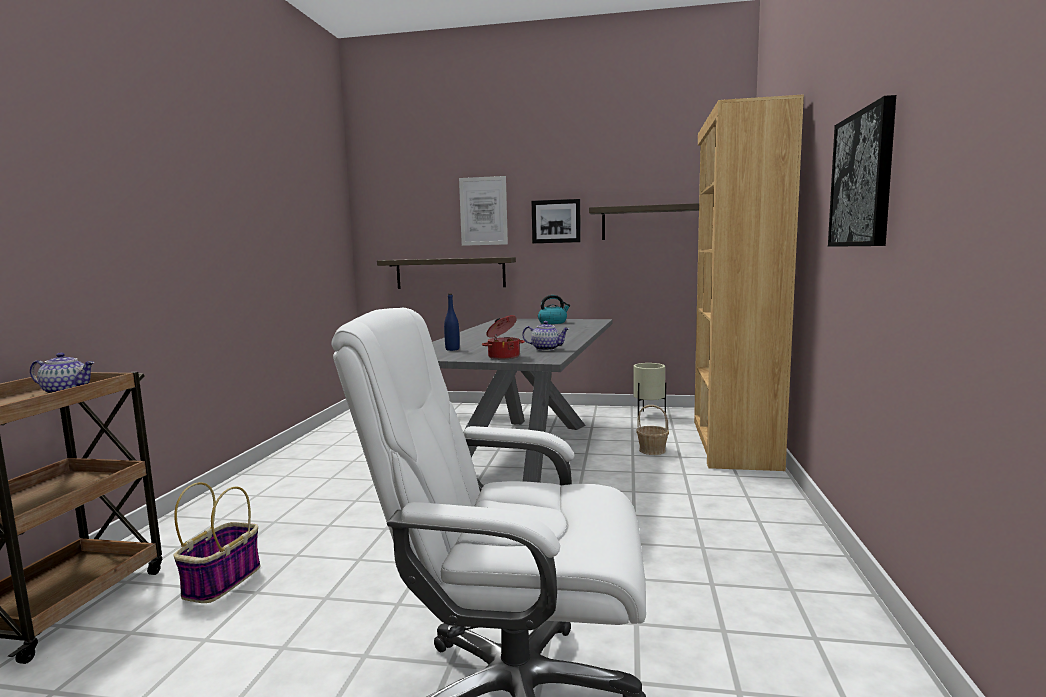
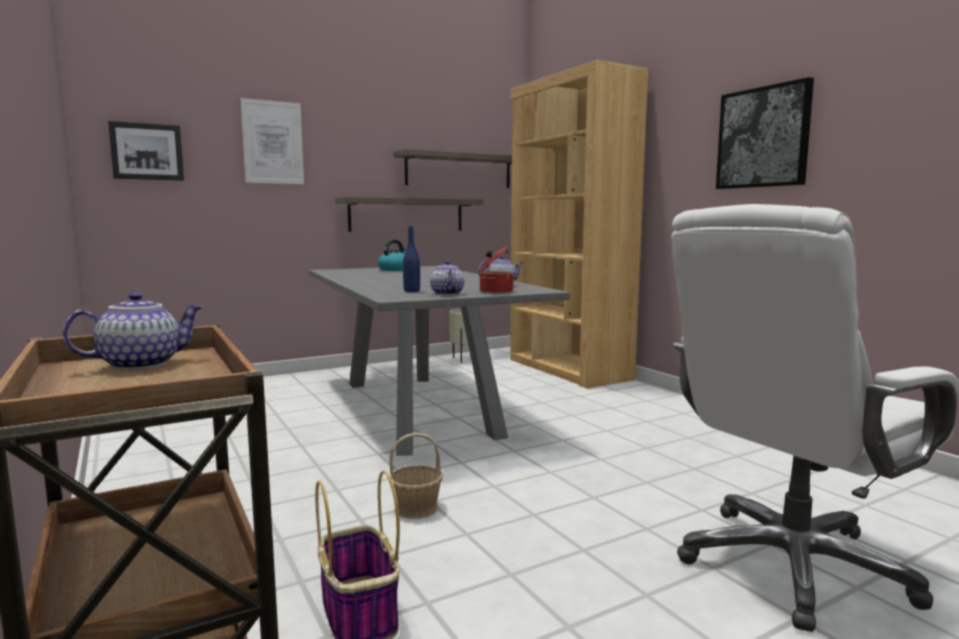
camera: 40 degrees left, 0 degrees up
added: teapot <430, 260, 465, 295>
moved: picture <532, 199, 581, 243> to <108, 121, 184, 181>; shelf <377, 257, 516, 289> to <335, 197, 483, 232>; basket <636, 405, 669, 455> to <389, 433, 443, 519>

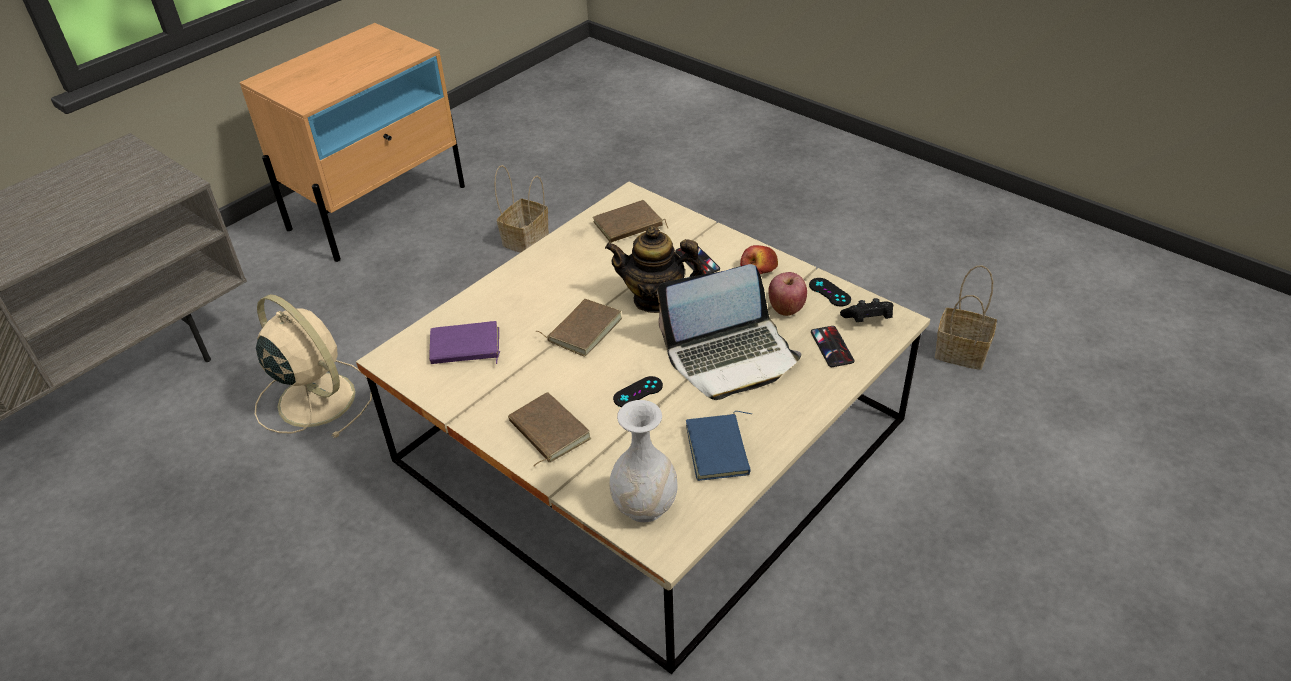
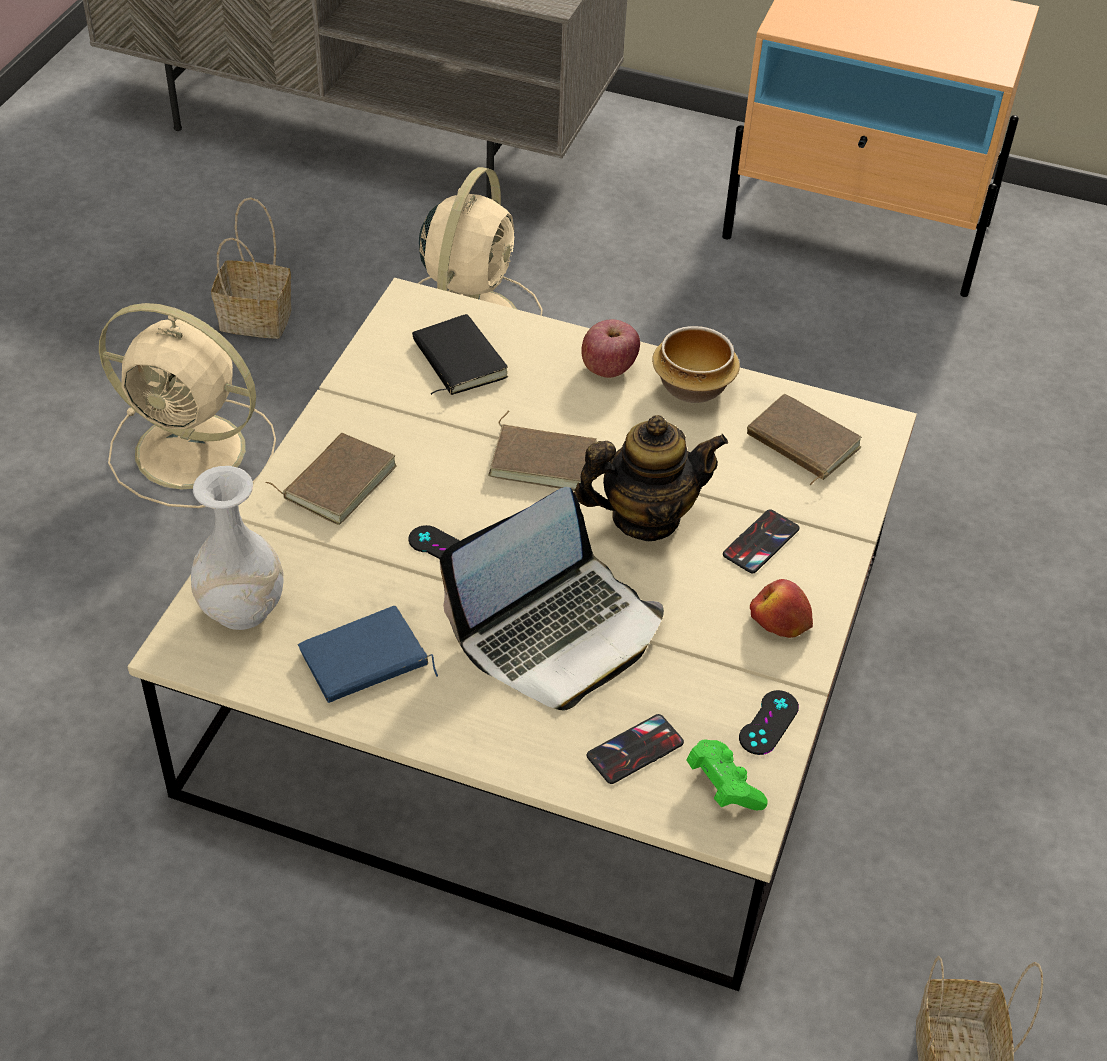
camera: 65 degrees right, 5 degrees up
added: beige fan <99, 303, 276, 508>; bowl <652, 326, 740, 403>
moved: basket <494, 165, 549, 253> to <211, 197, 292, 339>; apple <768, 272, 807, 316> to <581, 319, 640, 378>
recoloured: black game controller <840, 298, 894, 322> to green game controller <687, 739, 768, 810>; purple book <429, 321, 500, 364> to black book <412, 314, 508, 395>
turned: teapot <605, 226, 705, 313> = <574, 415, 728, 541> 90 degrees clockwise; laptop <657, 264, 801, 400> = <440, 487, 664, 711> 90 degrees counterclockwise

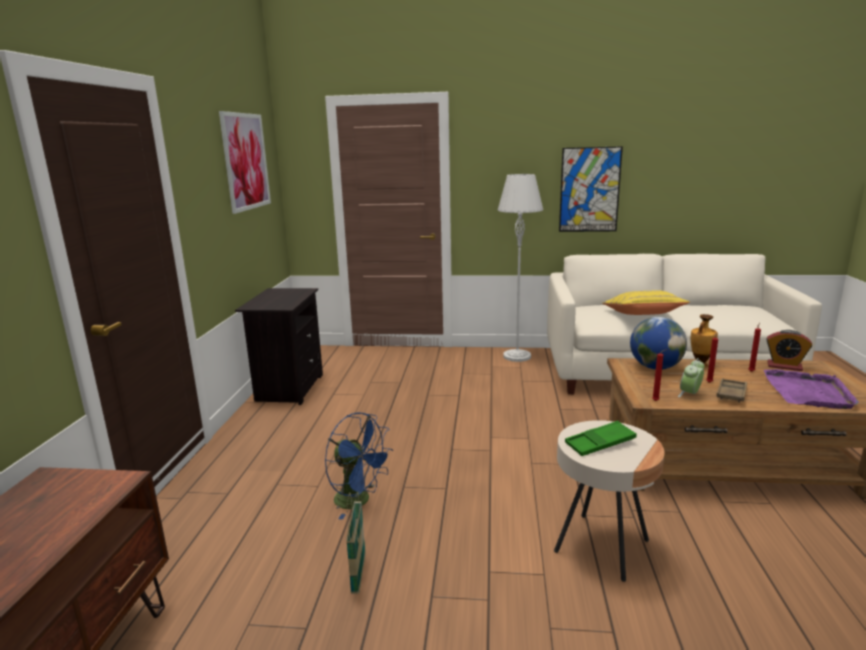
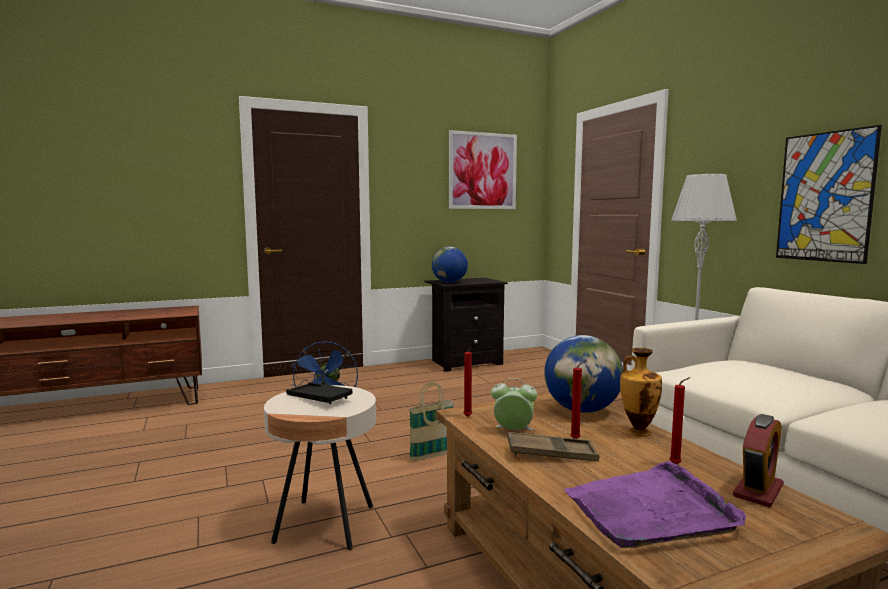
camera: 60 degrees right, 10 degrees down
removed: yellow pillow <602, 291, 690, 315>
added: globe <432, 247, 468, 283>
moved: basket <346, 492, 365, 594> to <409, 382, 454, 461>
recoloured: green tray <565, 421, 637, 456> to black tray <286, 382, 353, 404>
turned: alarm clock <766, 330, 812, 371> = <733, 414, 784, 507> 135 degrees counterclockwise

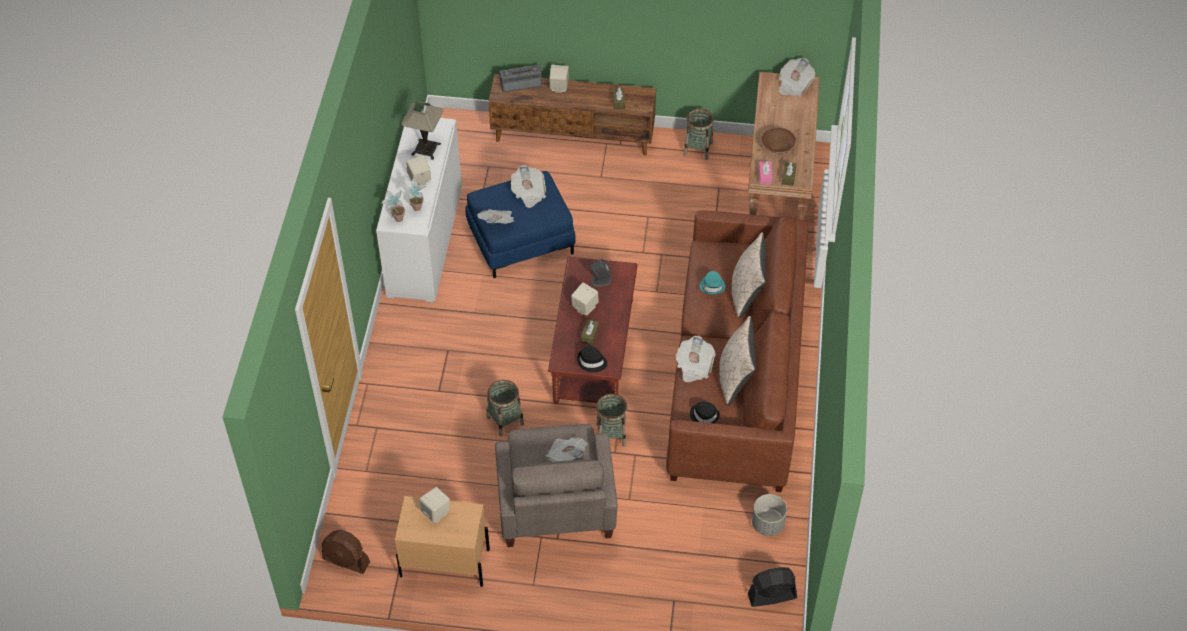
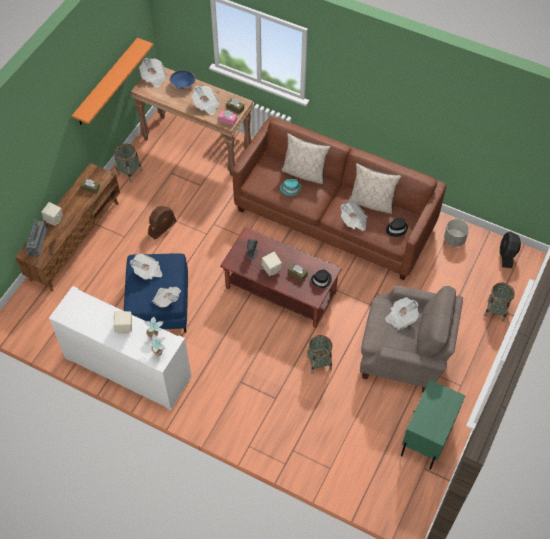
camera: 70 degrees left, 5 degrees up
removed: table lamp <401, 101, 444, 160>; beige speaker <420, 487, 450, 523>
added: orange shelf <72, 38, 153, 125>; blue bowl <170, 70, 196, 89>
moved: basket <596, 394, 627, 446> to <484, 283, 515, 322>; brown fan <322, 530, 370, 574> to <148, 206, 177, 240>
replaced: brown bowl <761, 127, 797, 154> to newspaper <191, 86, 220, 115>
recoloured: beige nightstand <395, 496, 490, 587> to green nightstand <401, 380, 466, 470>

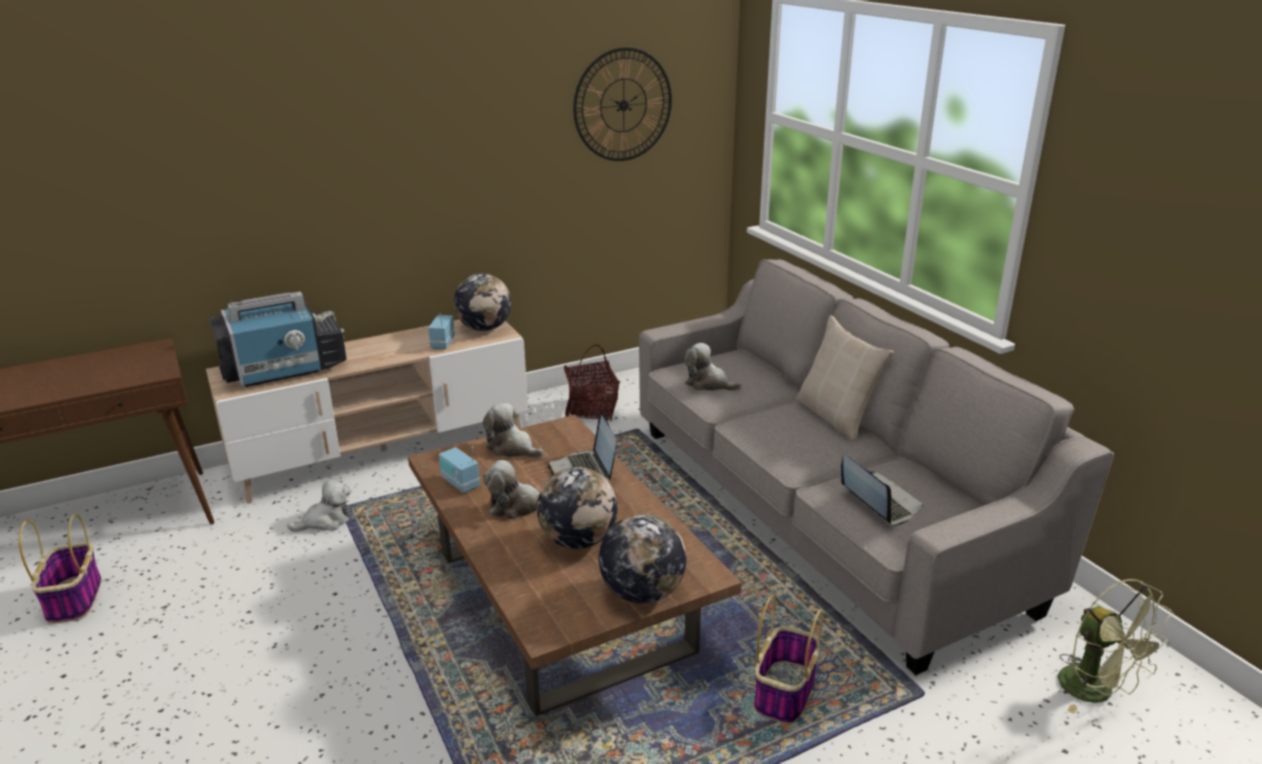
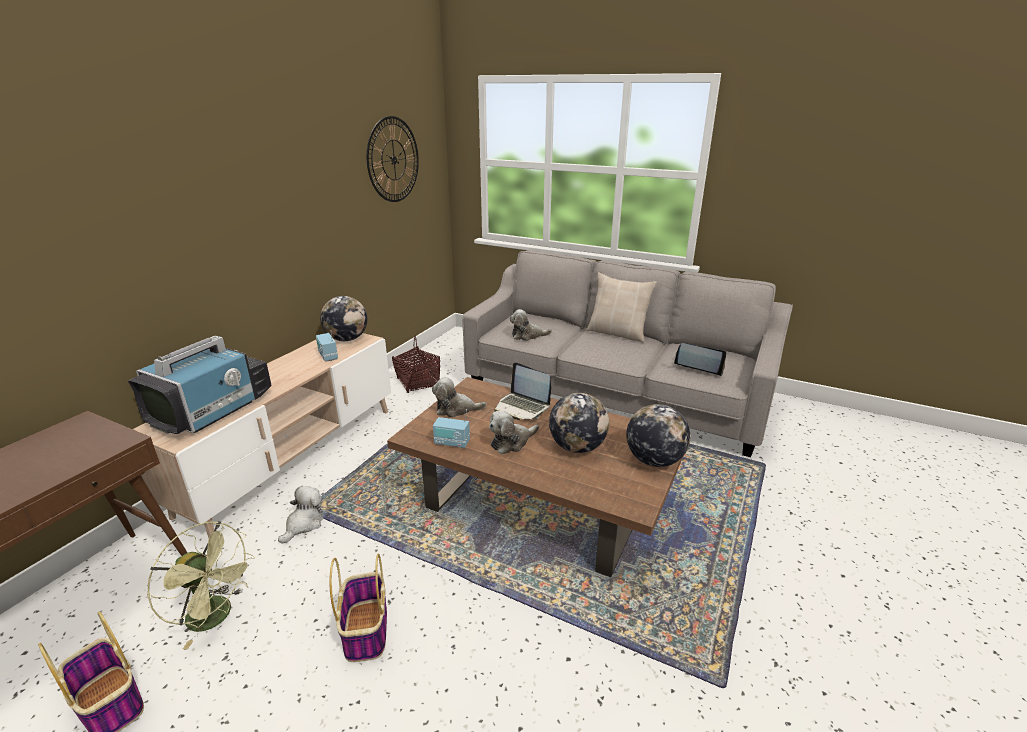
camera: 35 degrees left, 0 degrees up
moved: green fan <1058, 579, 1174, 714> to <147, 521, 255, 649>; basket <754, 595, 823, 724> to <330, 553, 387, 662>

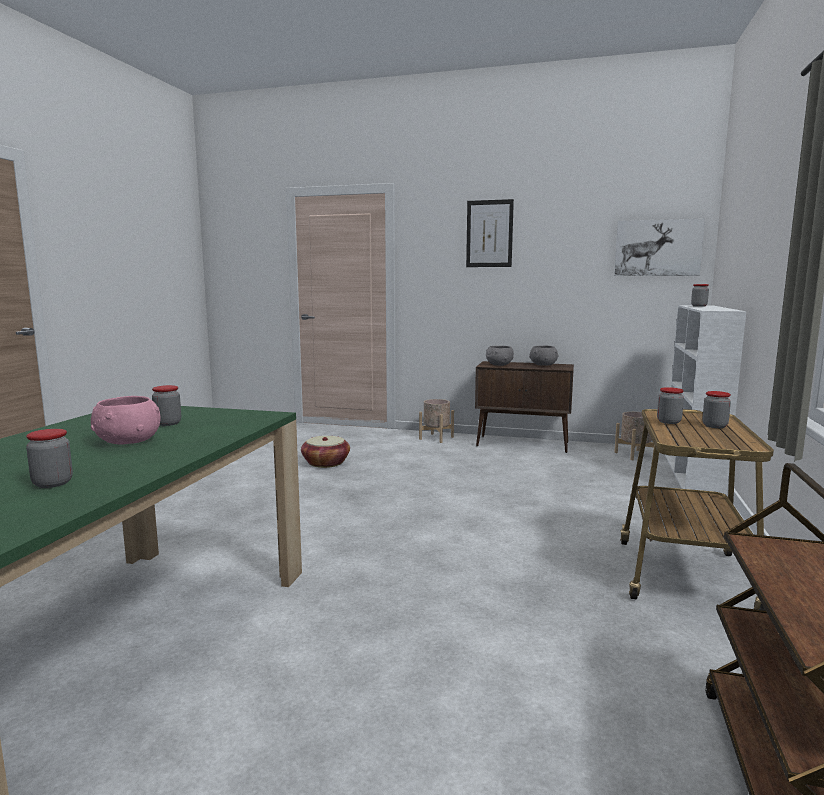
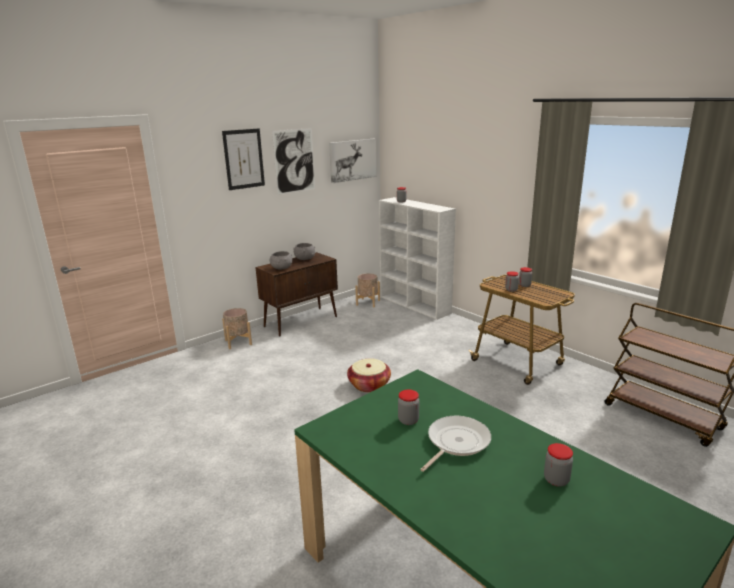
camera: 55 degrees left, 10 degrees up
added: picture <272, 128, 315, 195>
moved: basket <301, 436, 350, 468> to <347, 358, 391, 392>
replaced: pink bowl <91, 396, 161, 445> to frying pan <420, 416, 491, 472>

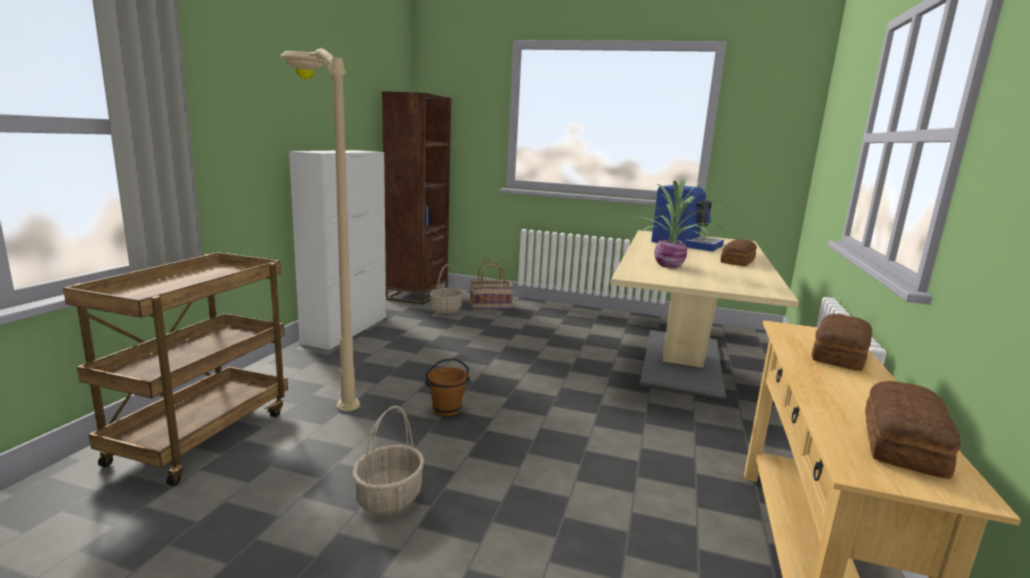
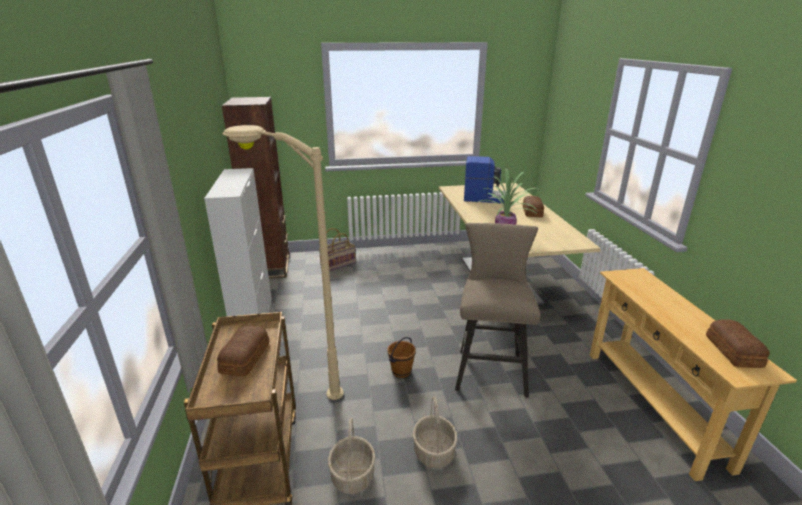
camera: 25 degrees left, 10 degrees up
added: beige stool <455, 223, 540, 398>
moved: basket <430, 264, 463, 314> to <328, 418, 375, 494>; bread <811, 314, 872, 371> to <217, 326, 269, 376>

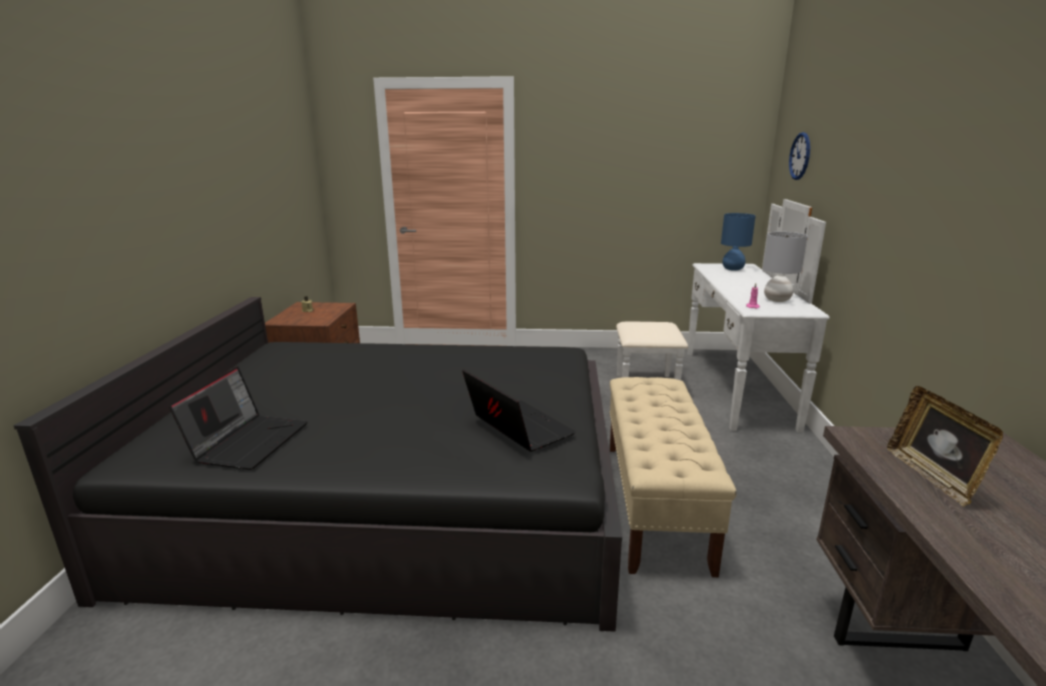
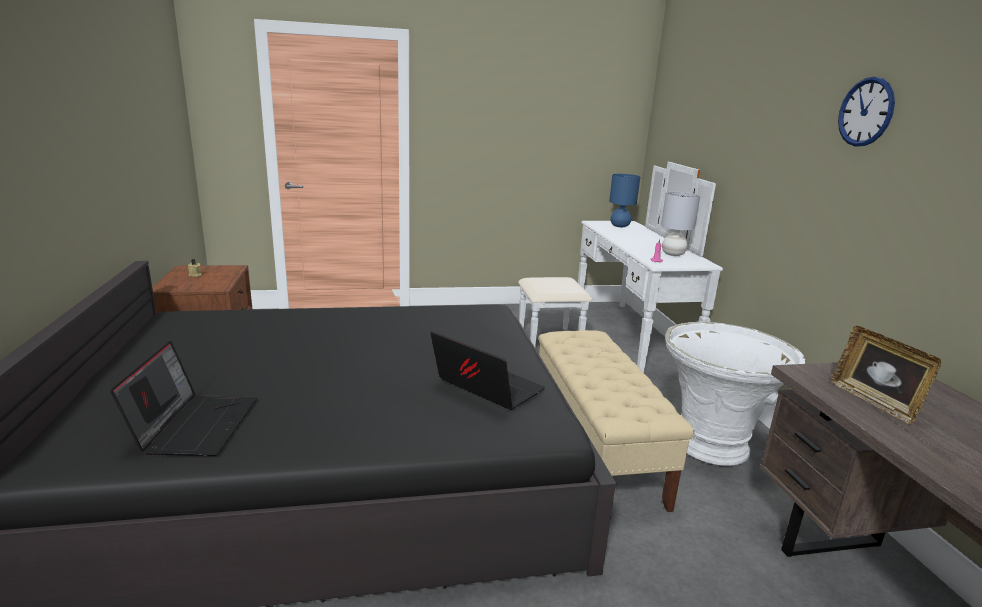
camera: 15 degrees left, 0 degrees up
added: white planter <665, 322, 805, 466>
moved: wall clock <789, 132, 810, 180> to <838, 77, 895, 147>

